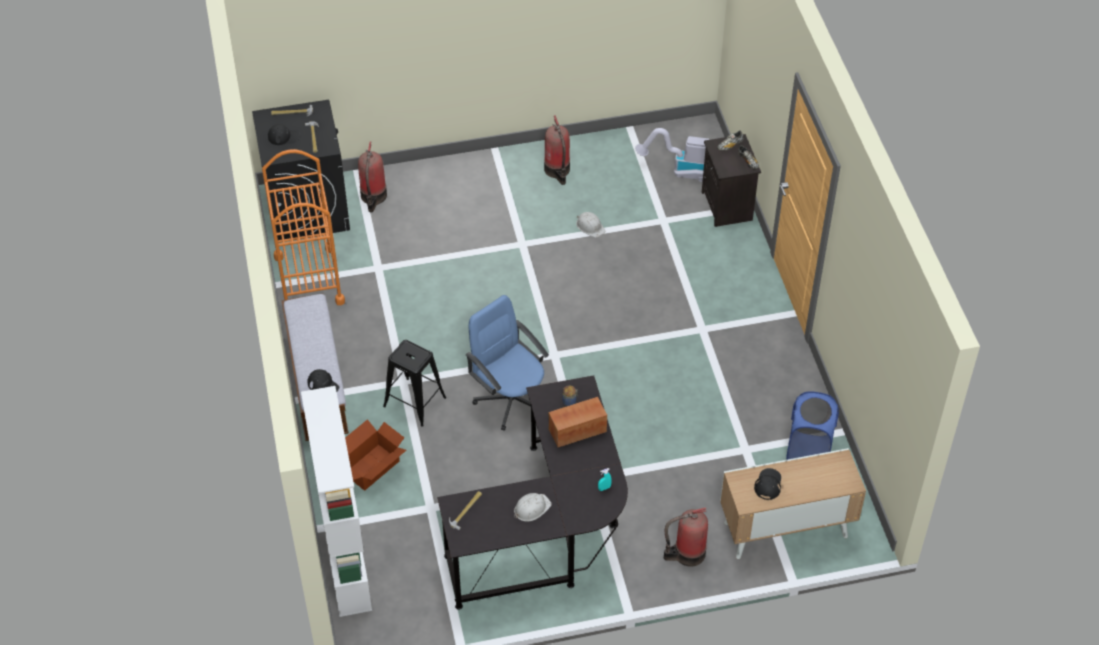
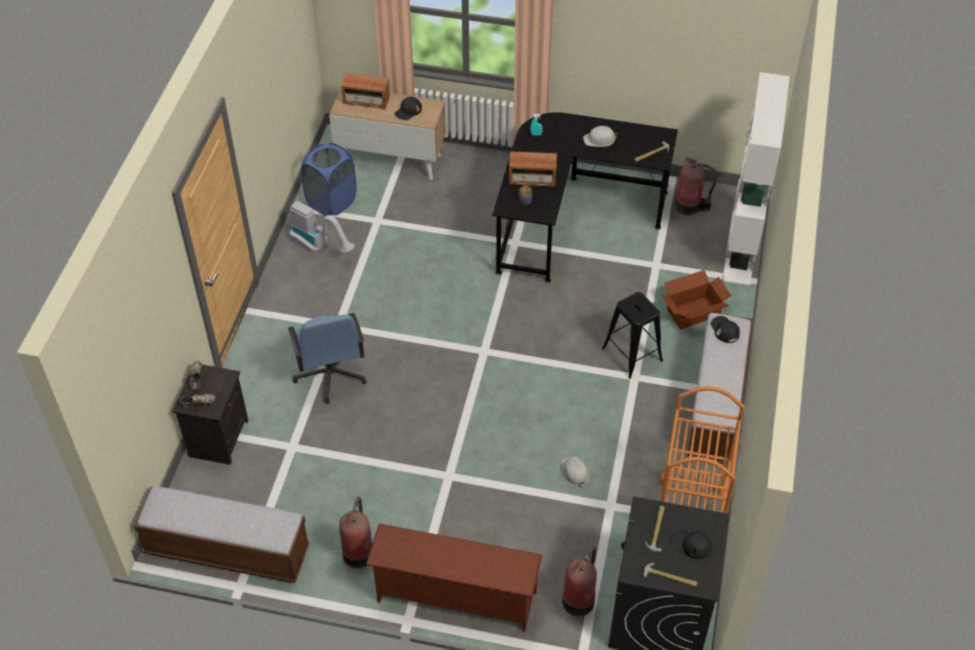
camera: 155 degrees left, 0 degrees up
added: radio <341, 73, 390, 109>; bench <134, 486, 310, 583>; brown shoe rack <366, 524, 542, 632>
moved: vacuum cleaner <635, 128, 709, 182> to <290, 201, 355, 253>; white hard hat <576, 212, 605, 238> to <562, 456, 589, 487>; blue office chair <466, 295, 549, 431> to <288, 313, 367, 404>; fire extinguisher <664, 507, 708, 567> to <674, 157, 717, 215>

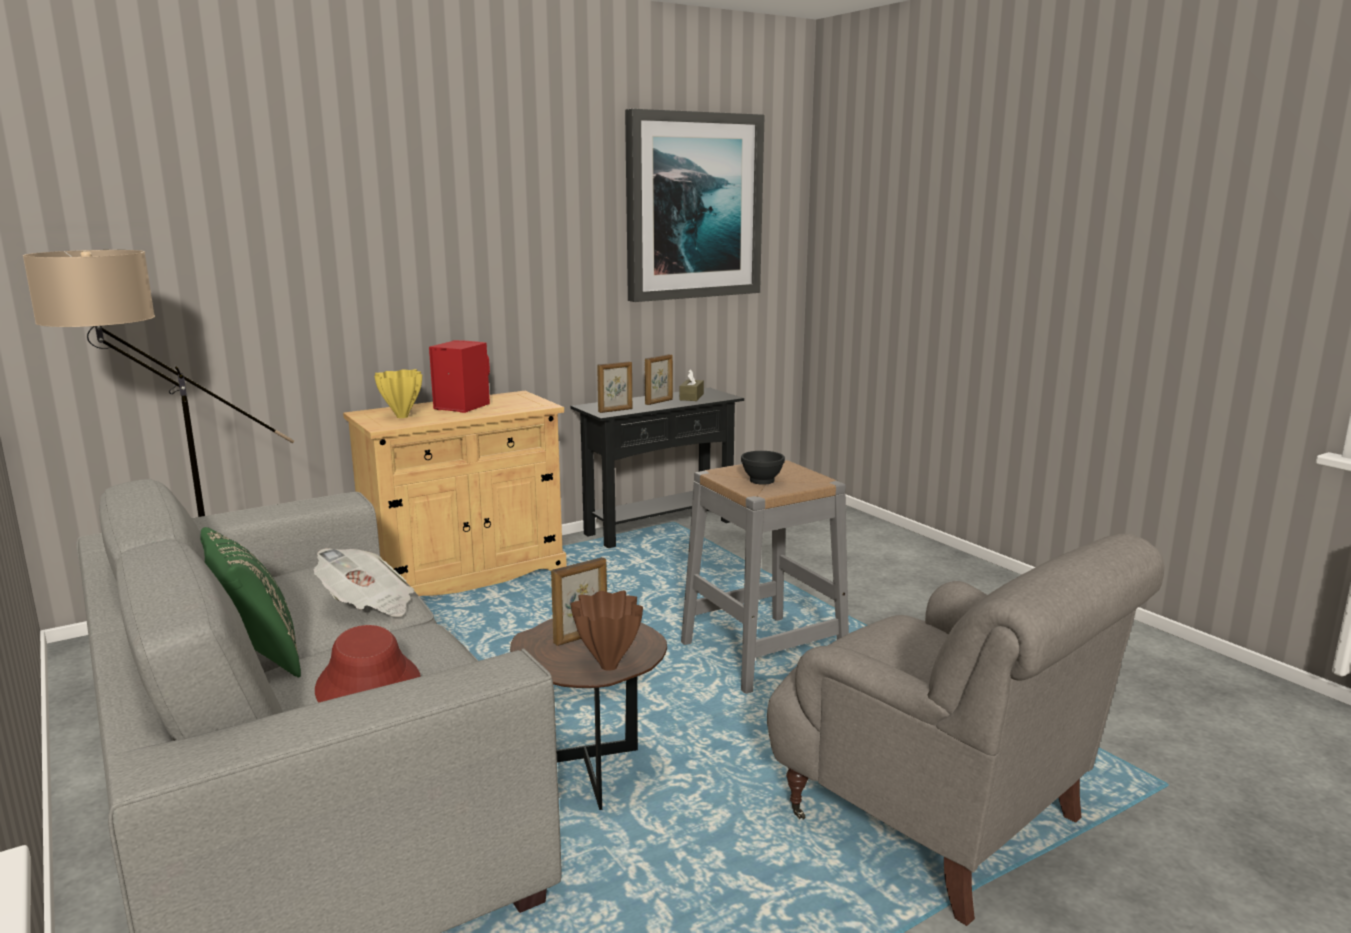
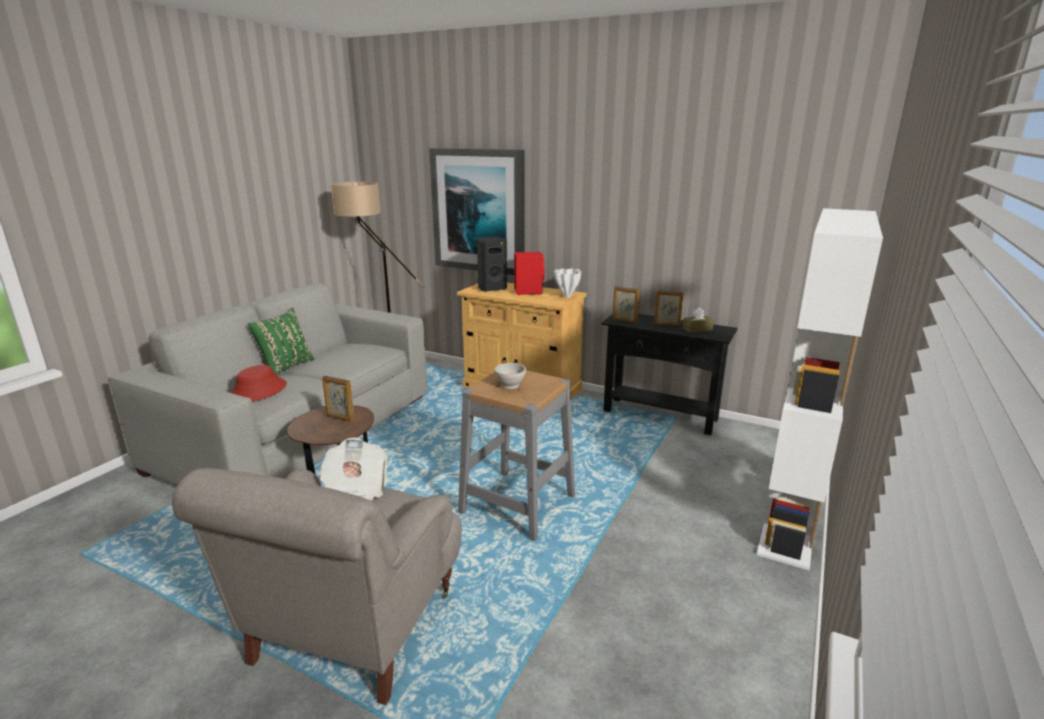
camera: 60 degrees right, 5 degrees up
removed: brown vase <570, 591, 643, 671>
added: white bookcase <757, 208, 883, 570>; white vase <554, 268, 581, 298>
moved: picture <625, 109, 765, 302> to <429, 148, 525, 275>; newspaper <314, 548, 414, 617> to <319, 437, 388, 501>
replaced: yellow vase <374, 369, 422, 418> to black speaker <477, 237, 507, 292>
recoloured: black bowl <741, 451, 785, 485> to white bowl <495, 363, 526, 389>

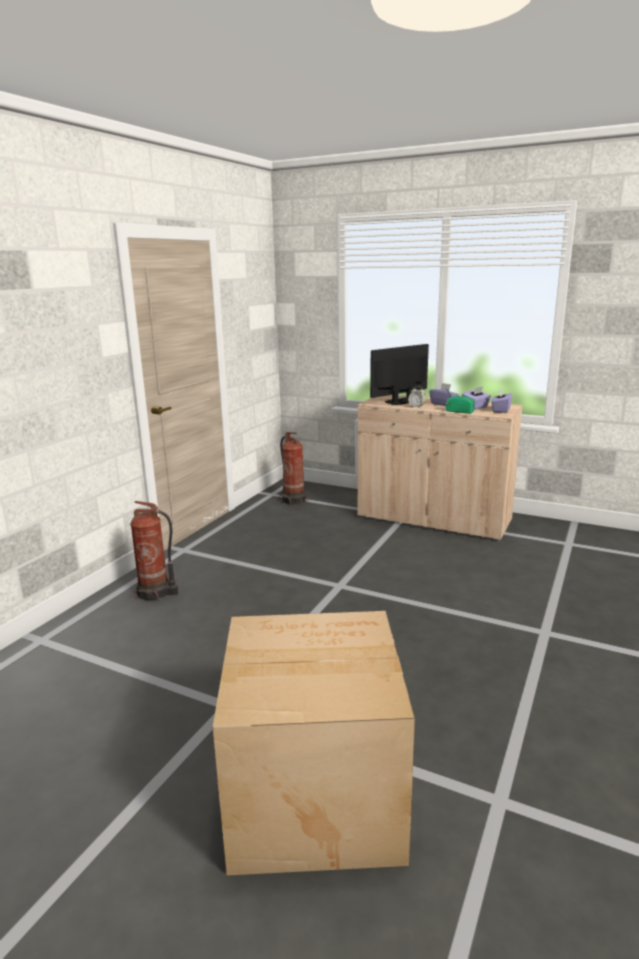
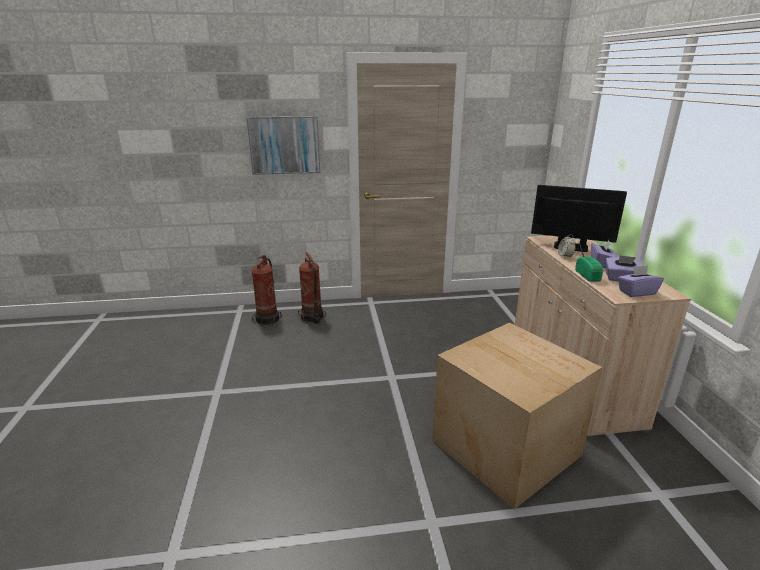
camera: 55 degrees right, 5 degrees up
added: picture <246, 116, 320, 175>
moved: fire extinguisher <280, 432, 310, 506> to <251, 255, 282, 325>; cardboard box <213, 611, 415, 876> to <433, 323, 603, 509>

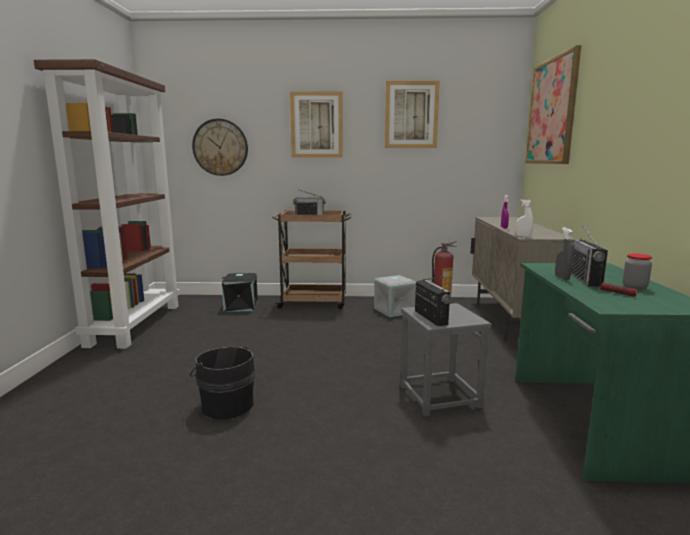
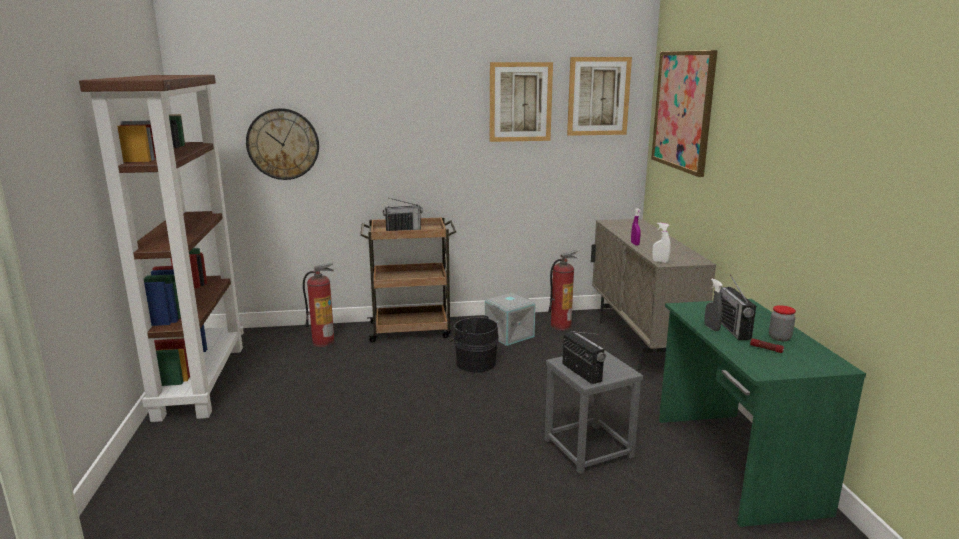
camera: 10 degrees left, 5 degrees up
moved: picture <290, 91, 343, 158> to <567, 57, 632, 136>; black bucket <190, 346, 255, 420> to <450, 316, 499, 372>
replaced: black storage box <222, 273, 258, 312> to fire extinguisher <303, 263, 335, 347>

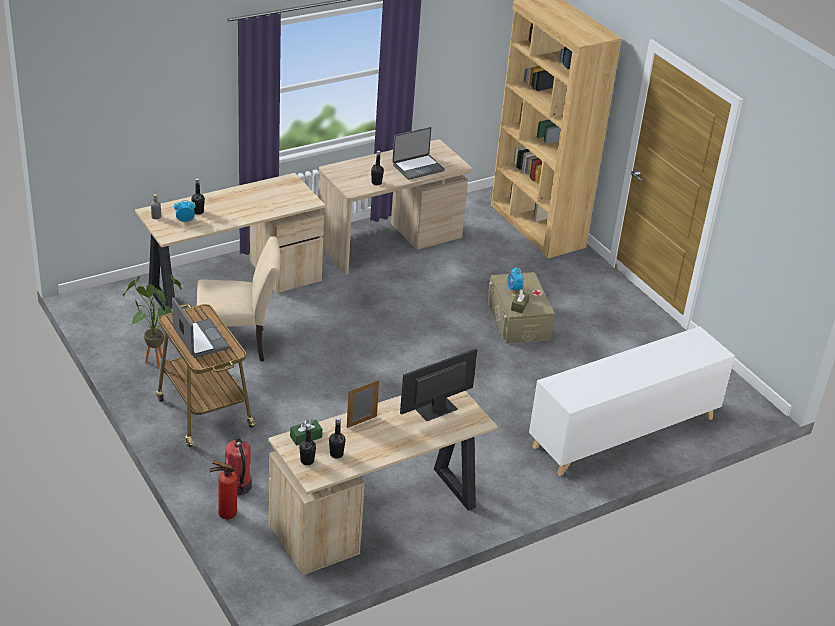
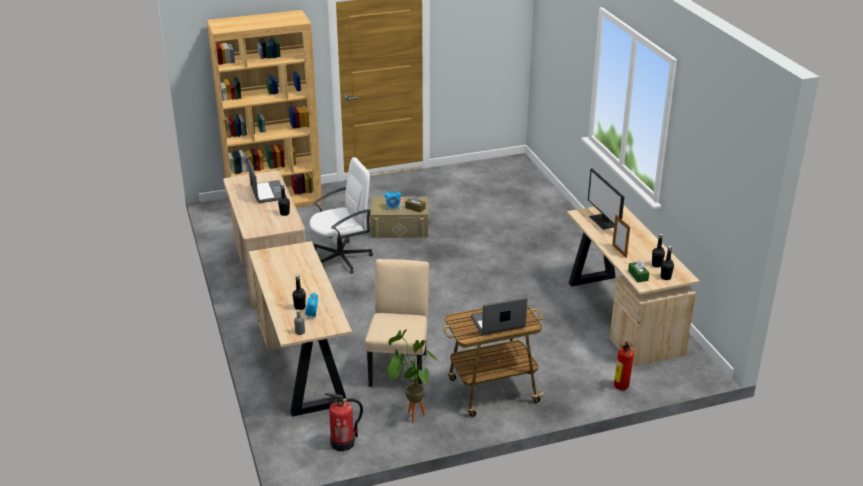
camera: 75 degrees left, 5 degrees down
removed: white cabinet <529, 326, 735, 476>
added: white office chair <309, 157, 373, 273>
moved: fire extinguisher <225, 421, 251, 495> to <324, 393, 363, 451>

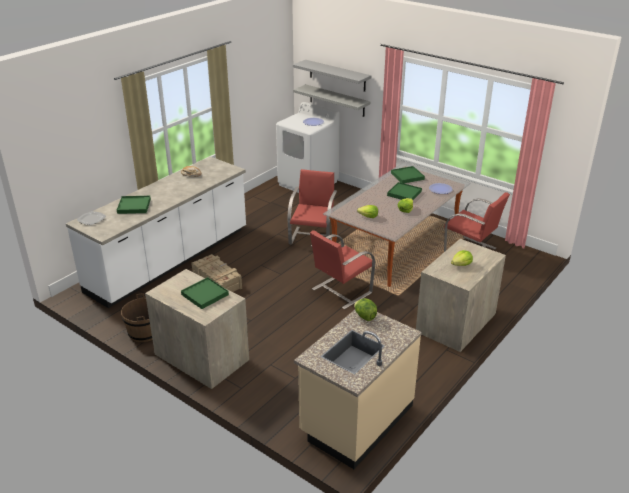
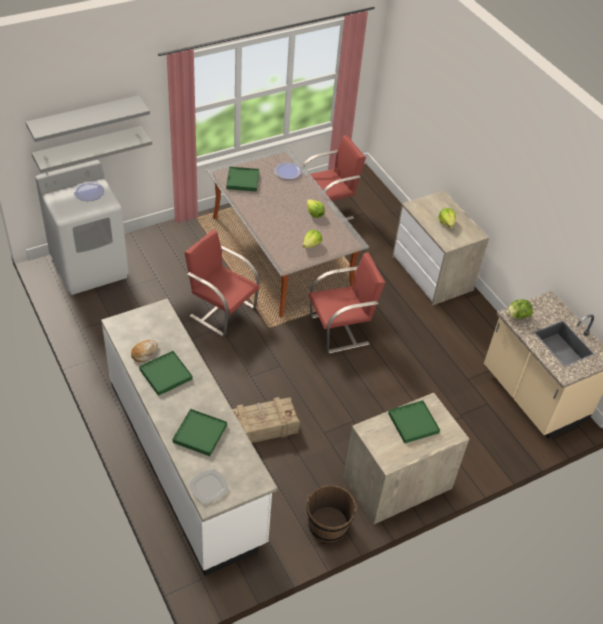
camera: 70 degrees left, 15 degrees up
moved: green tray <387, 182, 422, 200> to <139, 351, 193, 396>
turned: red chair <310, 230, 375, 309> = <309, 252, 385, 354> 90 degrees counterclockwise

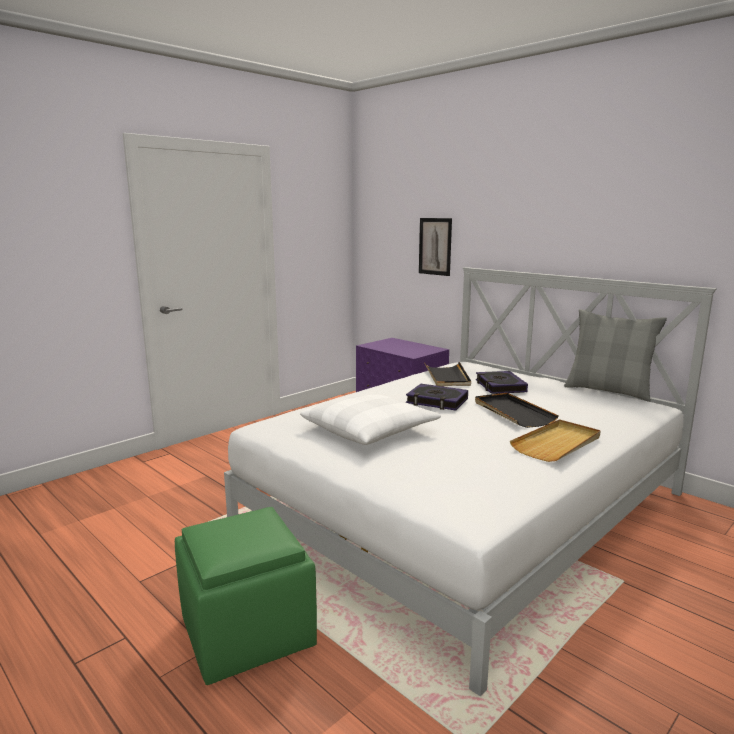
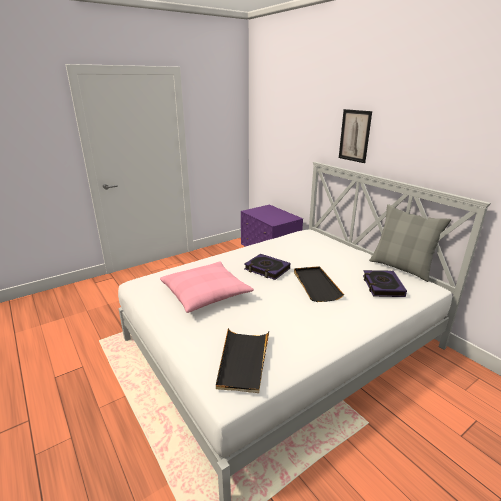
camera: 10 degrees right, 10 degrees up
removed: beige tray <510, 419, 601, 462>; green ottoman <175, 507, 317, 685>
moved: picture <419, 218, 452, 276> to <339, 109, 372, 163>; black tray <424, 362, 471, 386> to <216, 328, 269, 393>; book <476, 371, 528, 394> to <363, 270, 407, 297>
recoloured: white pillow <300, 392, 441, 445> to pink pillow <160, 261, 254, 313>

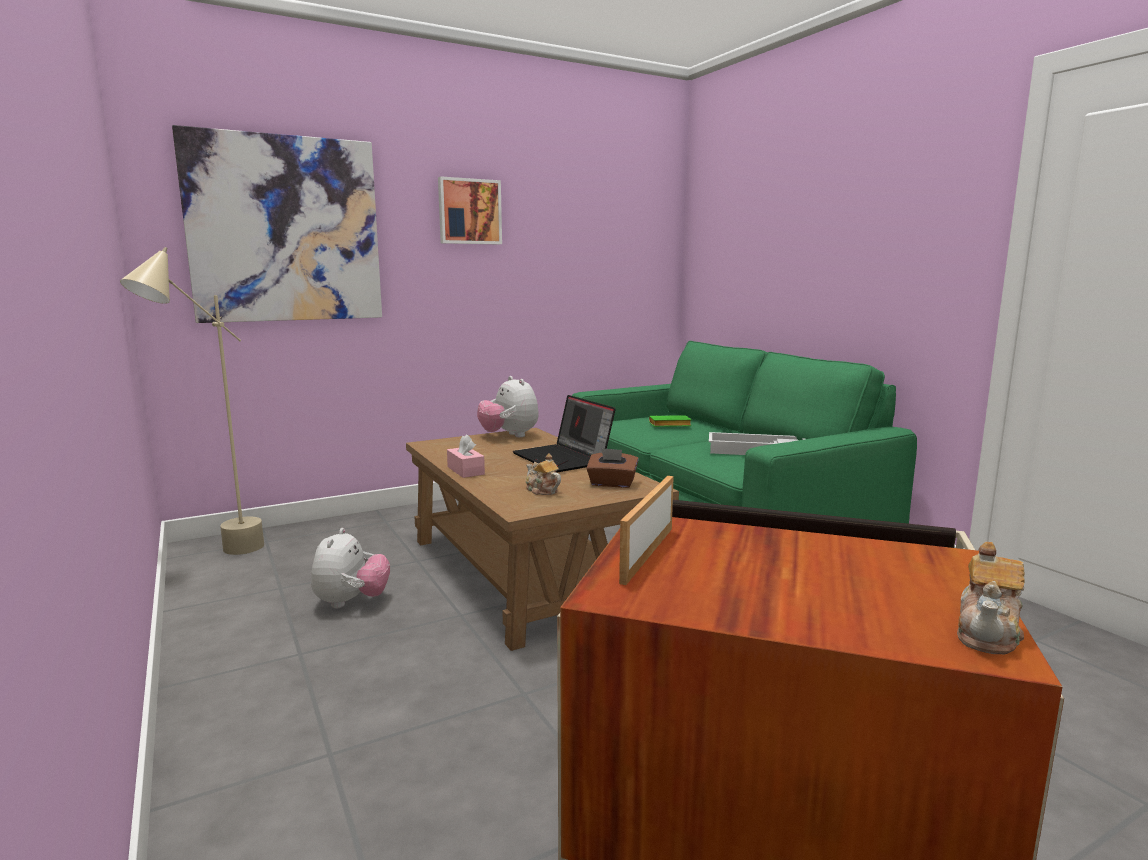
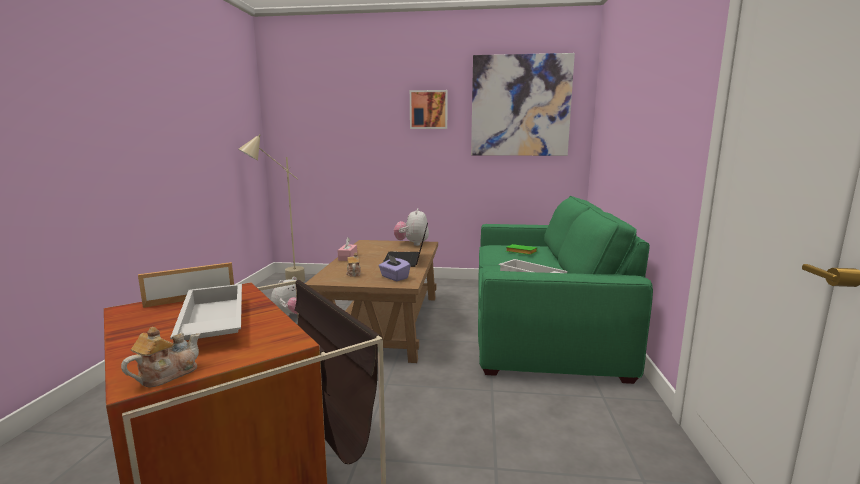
camera: 35 degrees right, 0 degrees up
added: white tray <170, 284, 242, 340>
moved: picture <172, 125, 382, 323> to <471, 53, 575, 156>
recoloured: brown tissue box <586, 448, 639, 488> to purple tissue box <379, 255, 411, 281>
turned: teapot <957, 542, 1025, 654> = <121, 327, 200, 387> 150 degrees clockwise

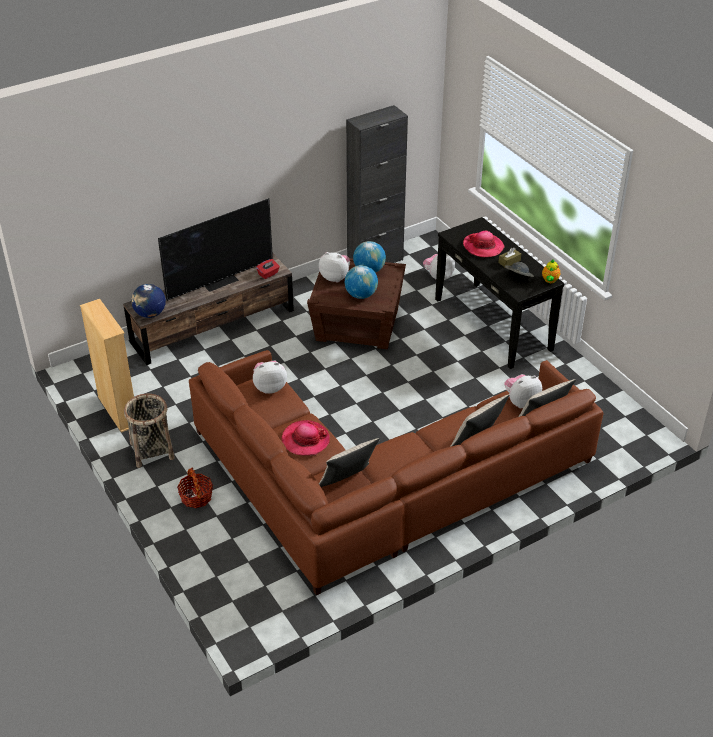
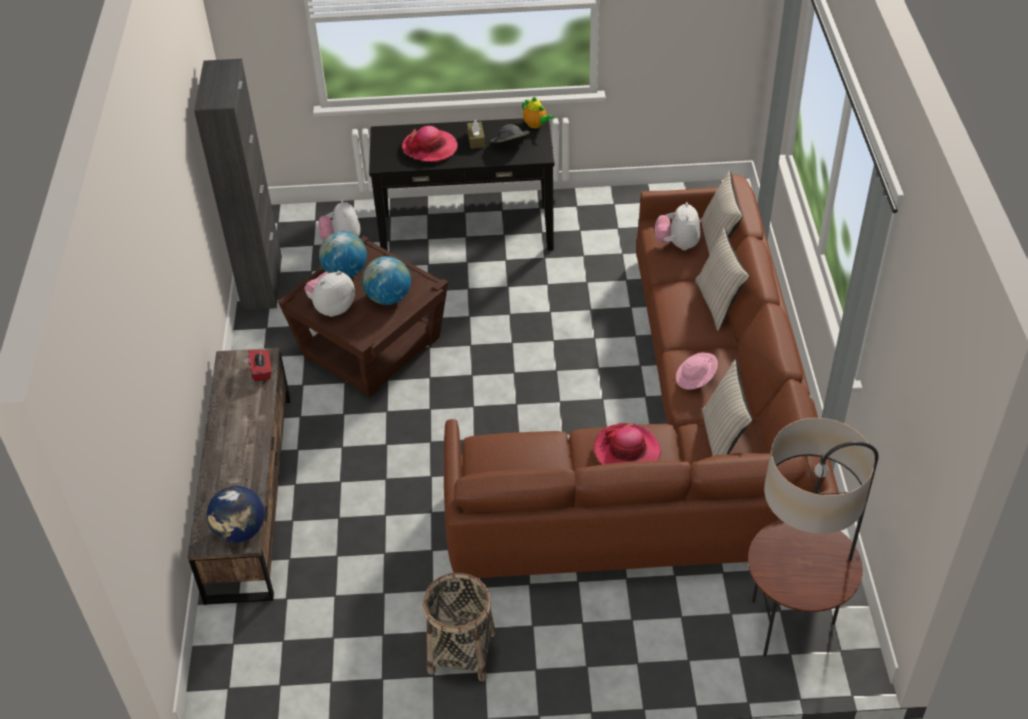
camera: 60 degrees left, 5 degrees up
removed: television <158, 198, 273, 301>; beige bookcase <80, 299, 134, 433>; plush toy <253, 360, 287, 394>; basket <177, 467, 213, 508>
added: pink hat <676, 352, 718, 390>; floor lamp <748, 418, 879, 657>

